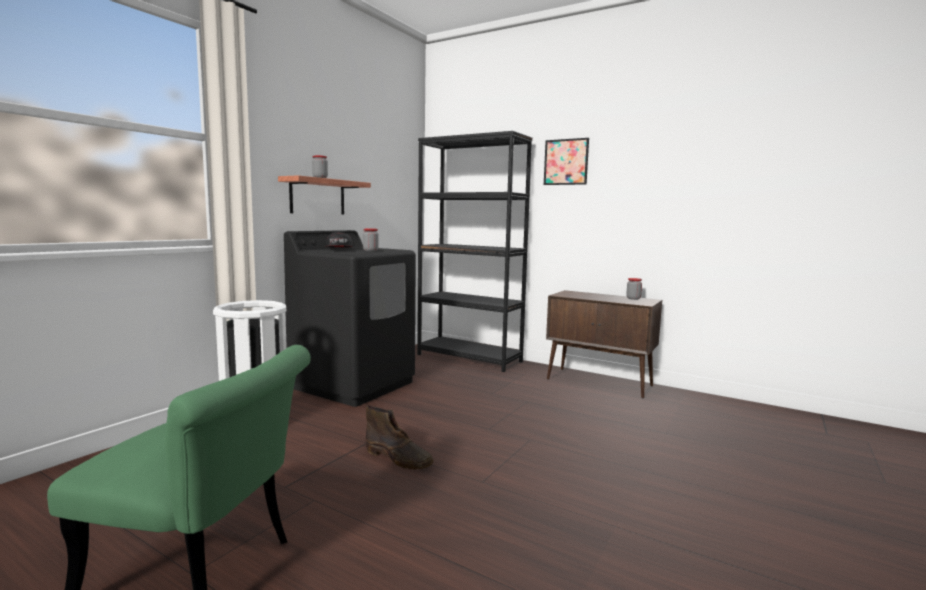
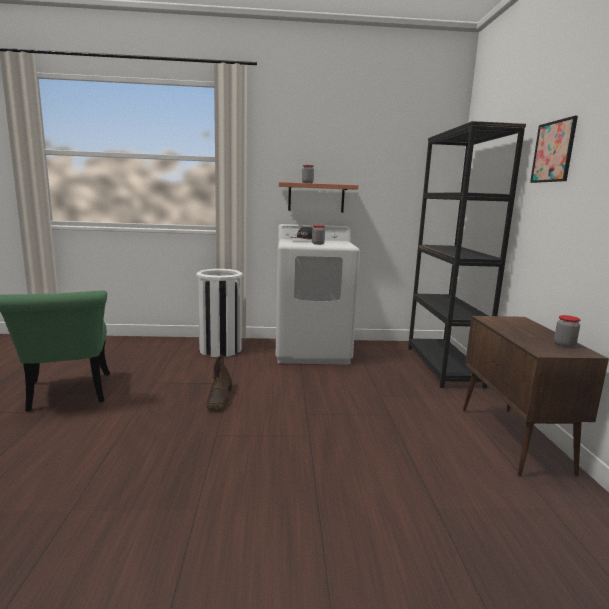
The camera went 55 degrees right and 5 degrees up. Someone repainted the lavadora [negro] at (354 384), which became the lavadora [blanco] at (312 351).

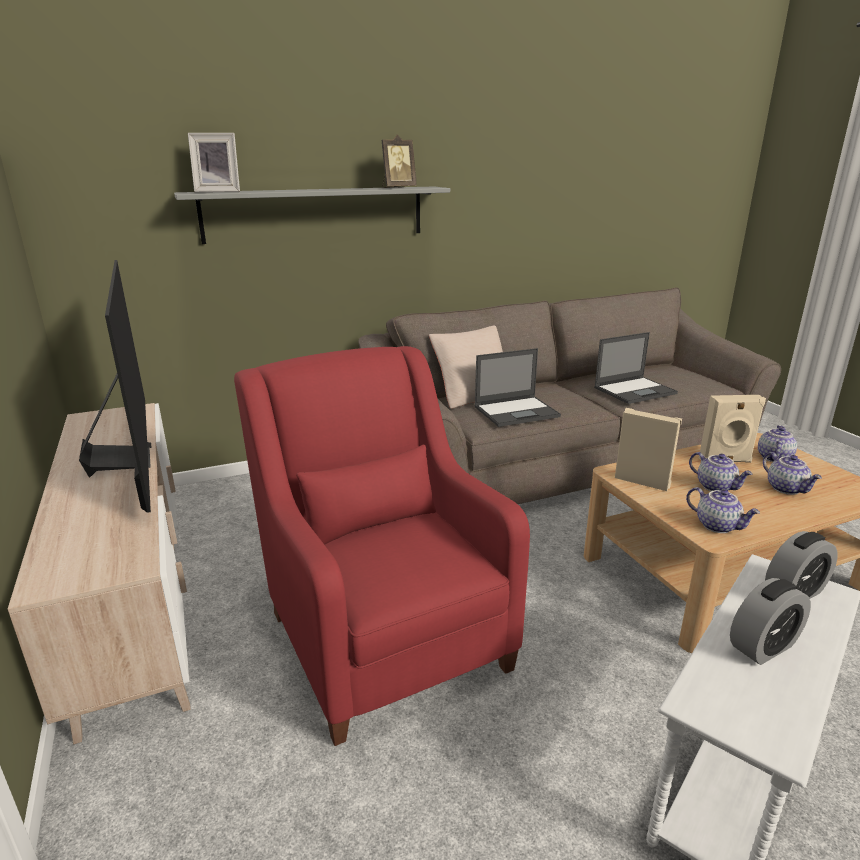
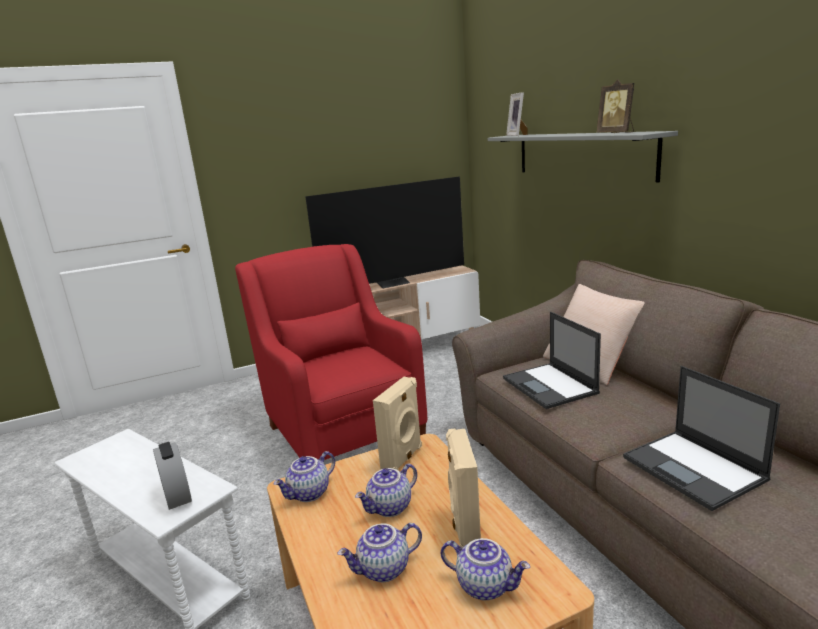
The camera went 90 degrees right and 5 degrees down. Someone took away the despertador at (763 646). Someone rotated the sillón [rojo] at (383 631) by 90 degrees counterclockwise.

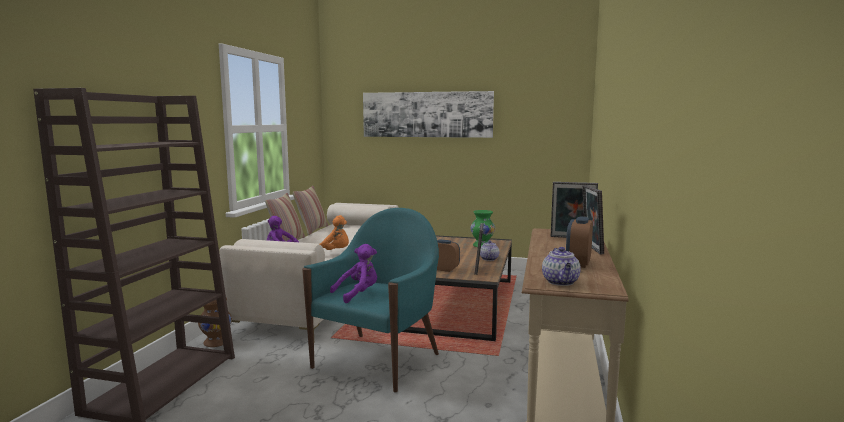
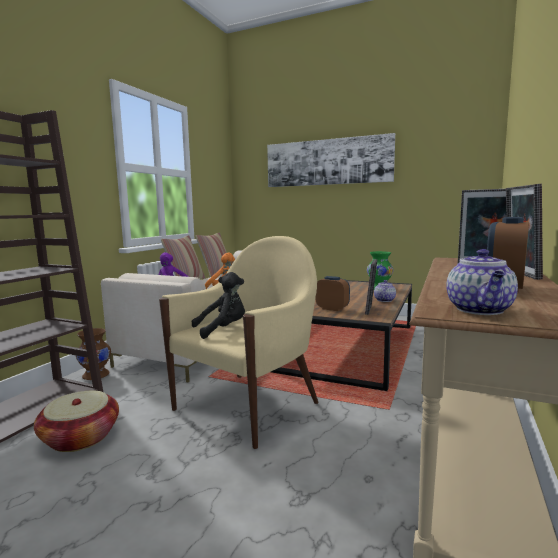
The camera went 10 degrees right and 0 degrees up. Someone put down the cesta at (80 437). Someone repainted the sillón [turquesa] at (378 360), which became the sillón [beis] at (248 405). Someone repainted the peluche [morado] at (358 294), which became the peluche [negro] at (223 329).

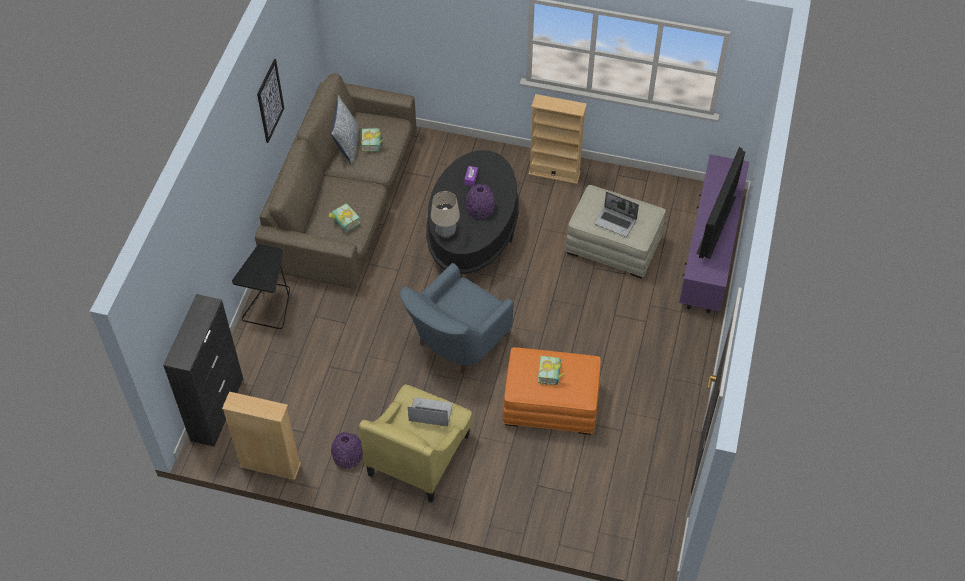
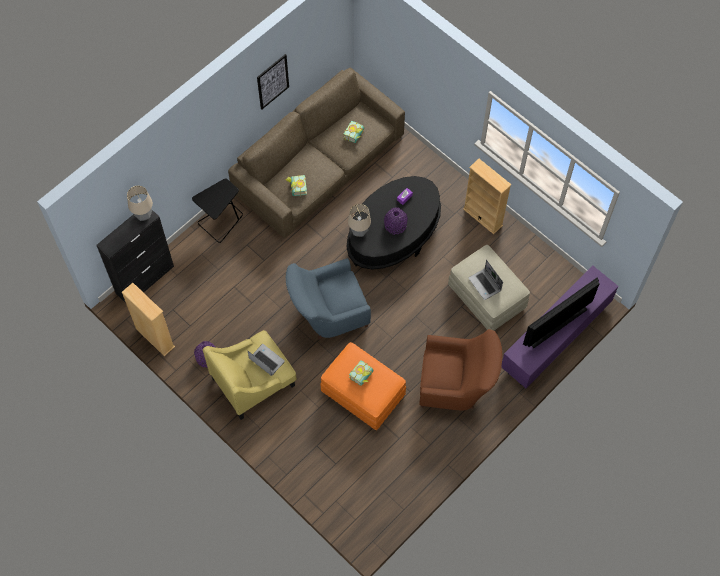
The camera went 30 degrees right and 10 degrees up. Someone took away the cojín at (347 145). Someone put down the lámpara de mesa at (144 216). Someone put down the sillón [marrón] at (456 385).

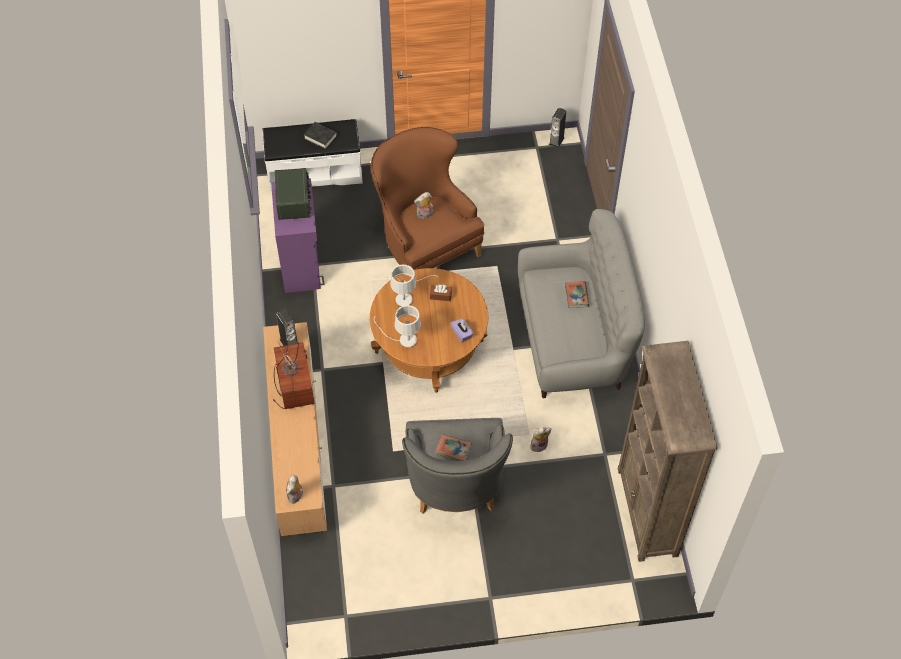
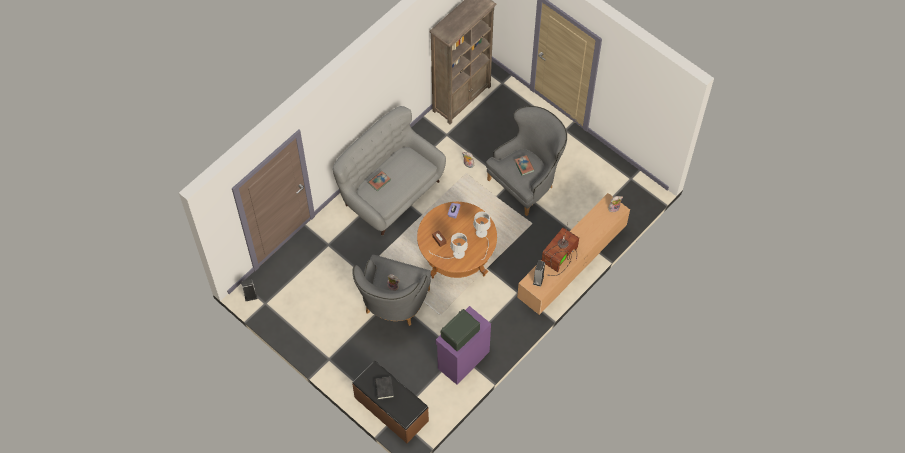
The camera went 130 degrees left and 5 degrees up. Someone repainted the banco [blanco] at (315 172), which became the banco [marrón] at (391 409). Someone repainted the sillón [marrón] at (425 246), which became the sillón [gris] at (392 306).

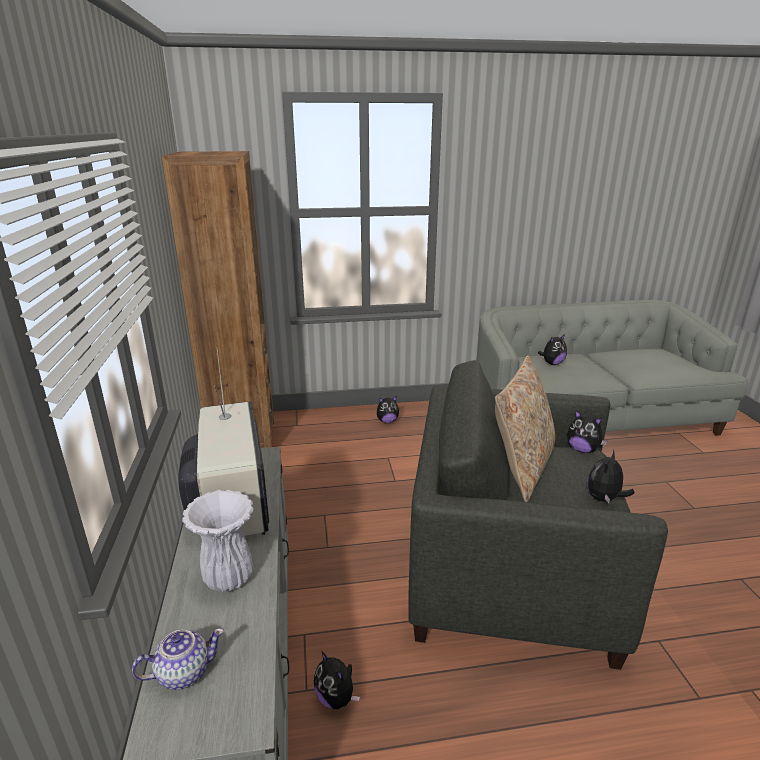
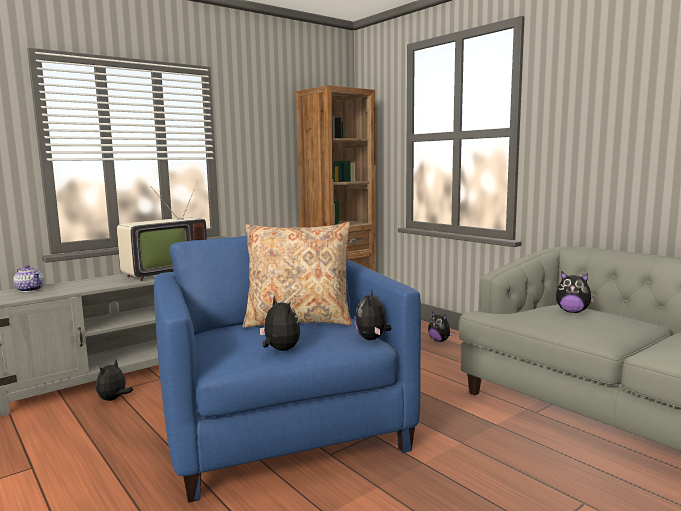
The camera went 60 degrees right and 15 degrees down. Someone took away the florero [blanco] at (227 578). Someone repainted the sillón [gris] at (510 570), which became the sillón [azul] at (283 429). Someone rotated the peluche at (604 499) by 45 degrees clockwise.

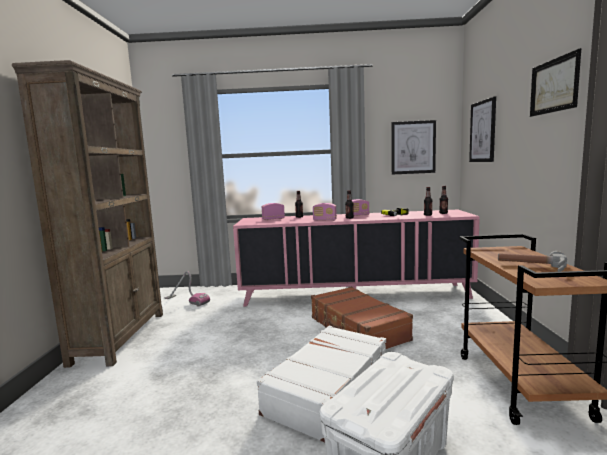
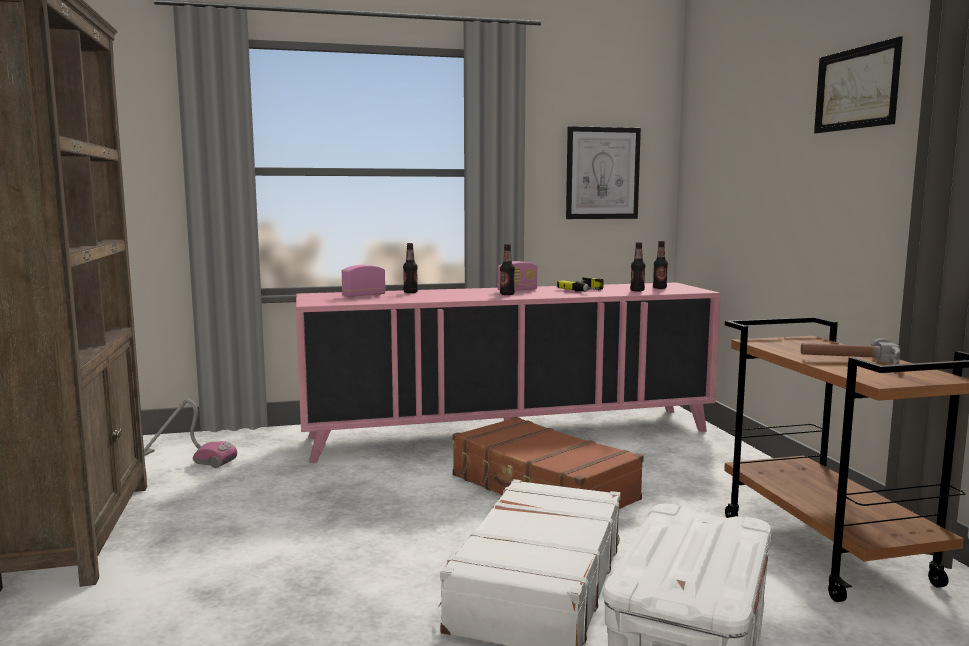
The camera went 15 degrees left and 0 degrees up. Someone took away the radio at (324 220). Someone took away the cuadro at (483 131).

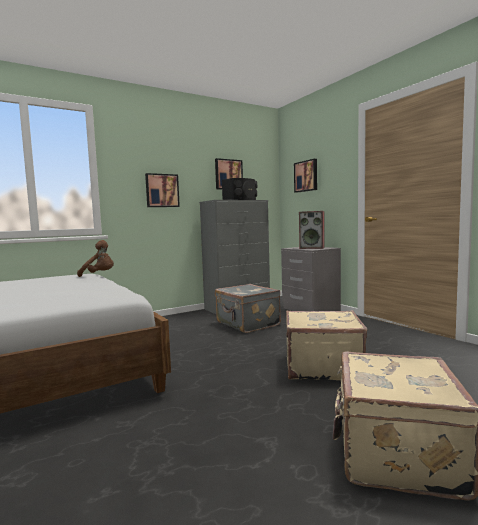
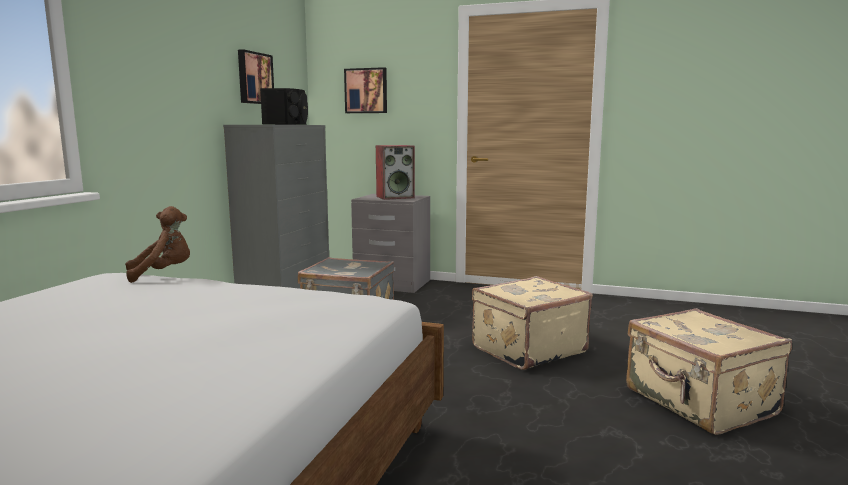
The camera went 40 degrees left and 5 degrees up. Someone took away the cuadro at (162 190).

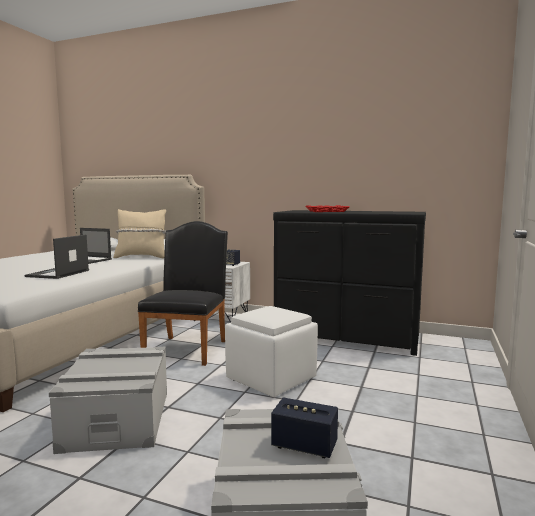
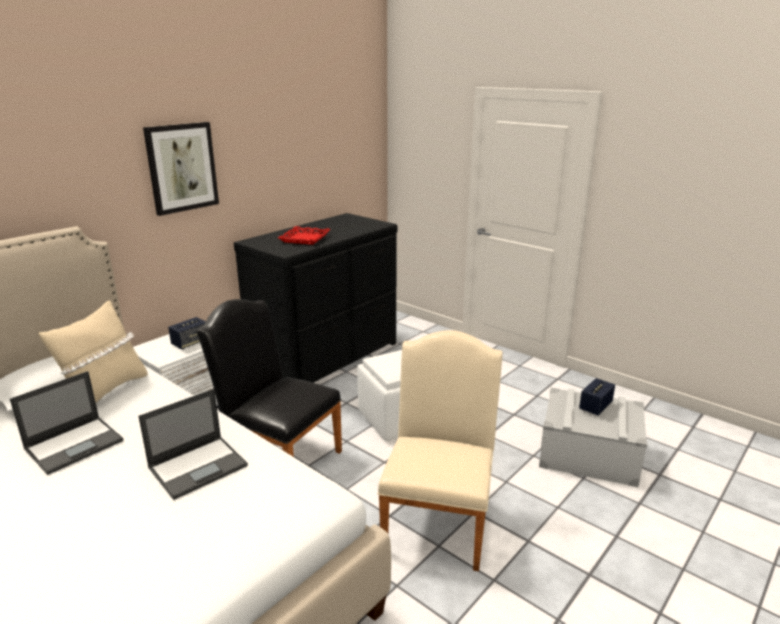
The camera went 70 degrees left and 15 degrees up. Someone put up the cuadro at (182 167). Someone swapped the caja de almacenaje [gris] at (118 419) for the silla [beis] at (439 518). Someone rotated the portátil at (58 273) by 75 degrees counterclockwise.

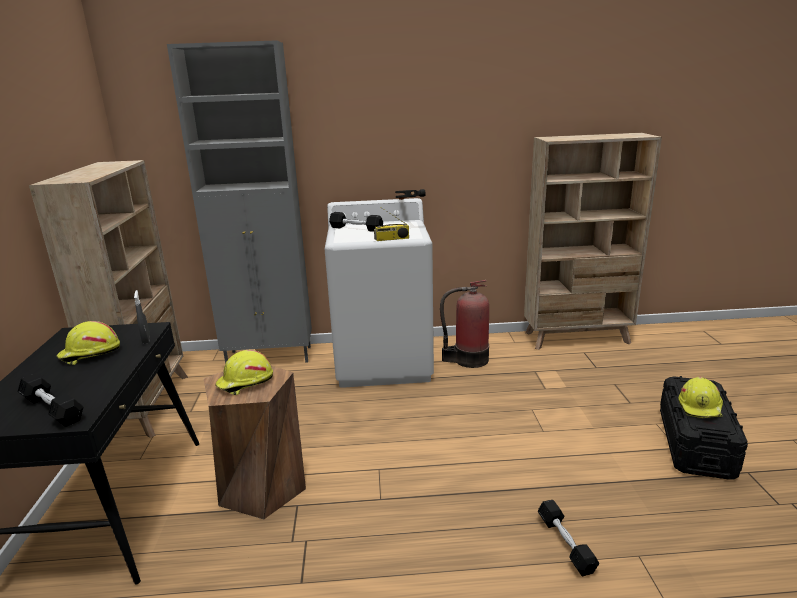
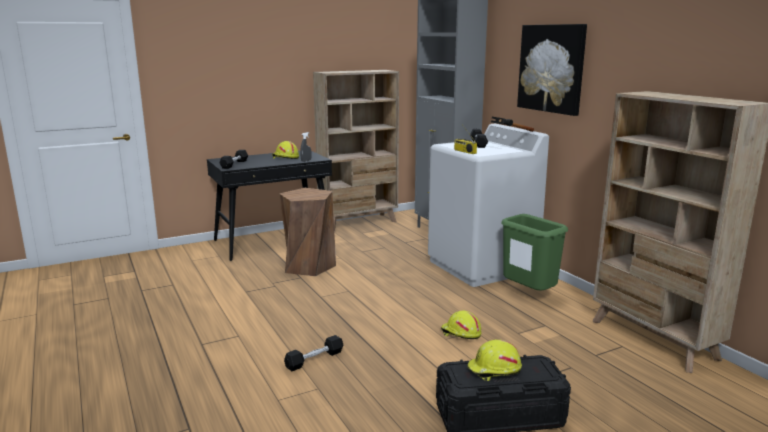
The camera went 65 degrees right and 5 degrees down. Someone put up the cuadro at (551 68). Someone carried the casco [amarillo] from (245 382) to (460 333). Someone swapped the extintor at (468 360) for the papelera [verde] at (527 295).

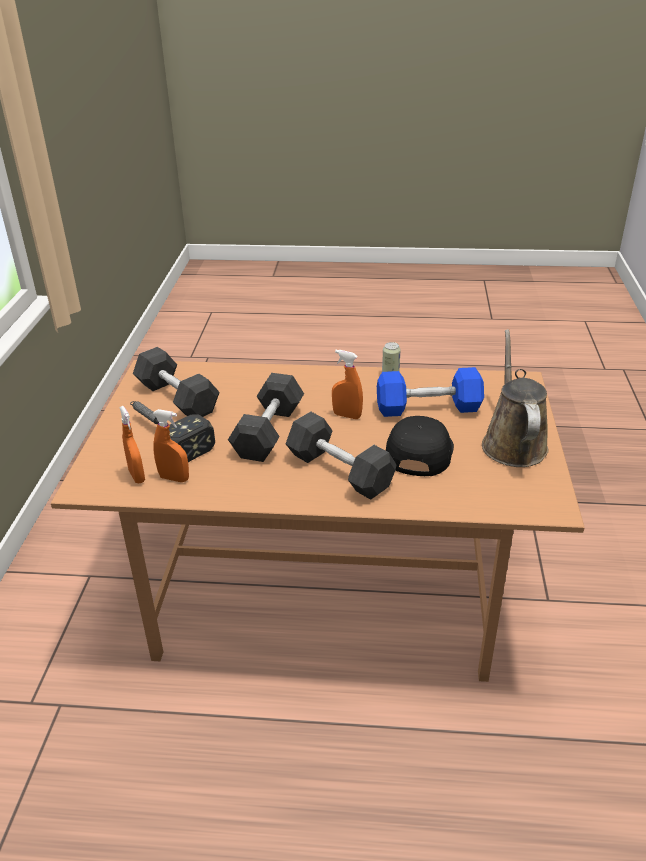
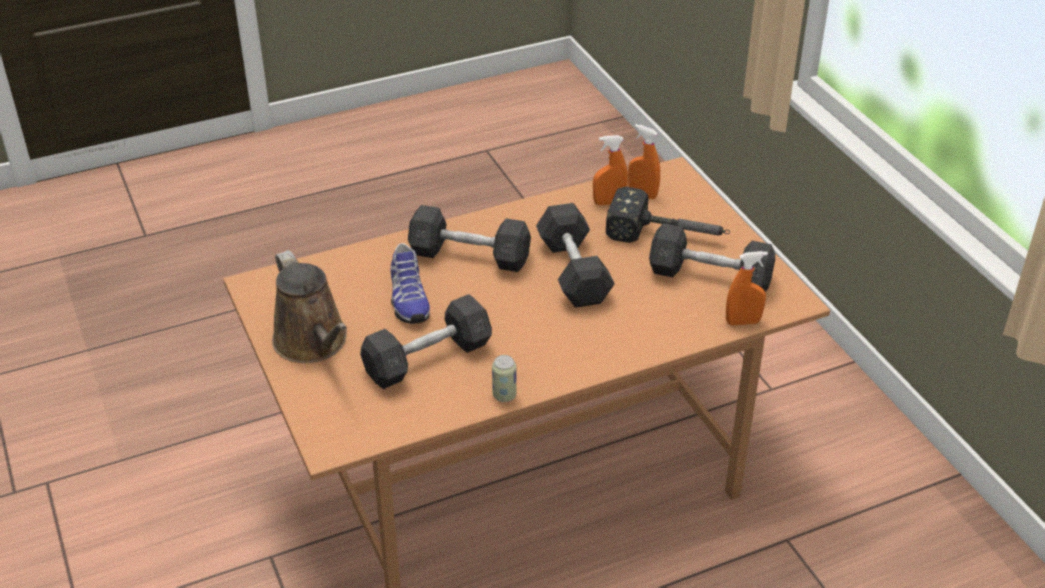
The camera went 150 degrees right and 5 degrees up. Someone carried the pulverizador [naranja] from (347 415) to (743 322). Someone swapped the gorra [negro] at (418 451) for the zapato at (407 300). Someone repainted the mancuerna [azul] at (428 408), which became the mancuerna [gris] at (427 358).

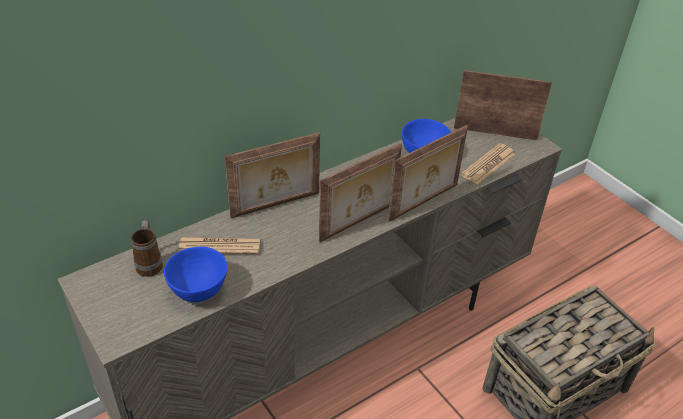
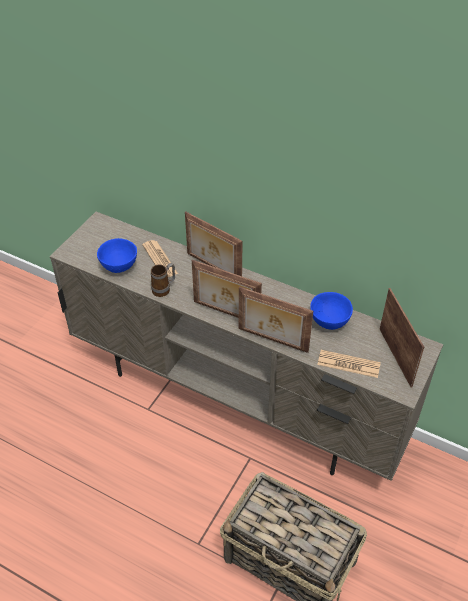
The camera went 65 degrees right and 5 degrees up. Someone carried the taza grande from (150 263) to (164 289).

